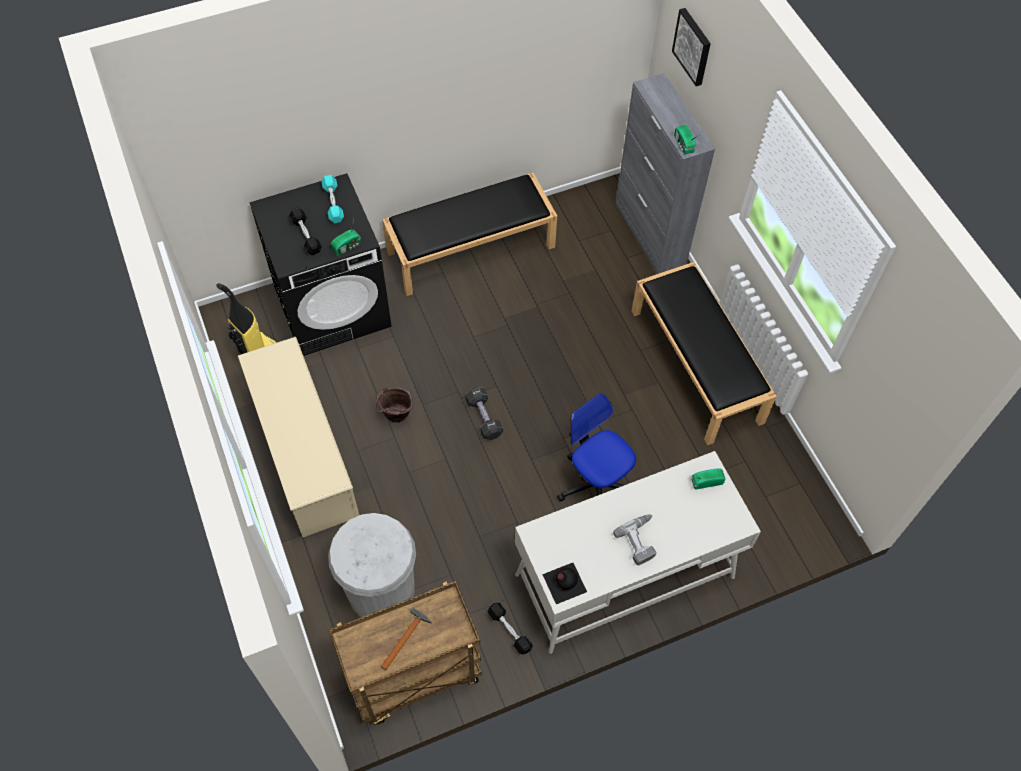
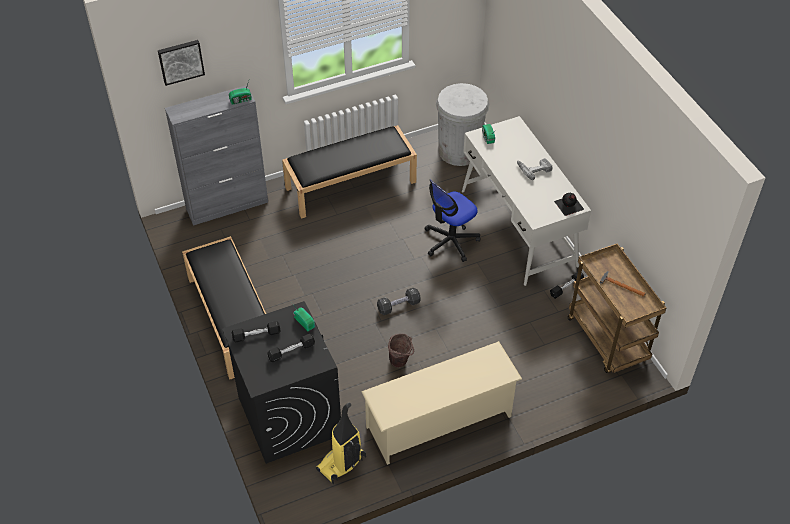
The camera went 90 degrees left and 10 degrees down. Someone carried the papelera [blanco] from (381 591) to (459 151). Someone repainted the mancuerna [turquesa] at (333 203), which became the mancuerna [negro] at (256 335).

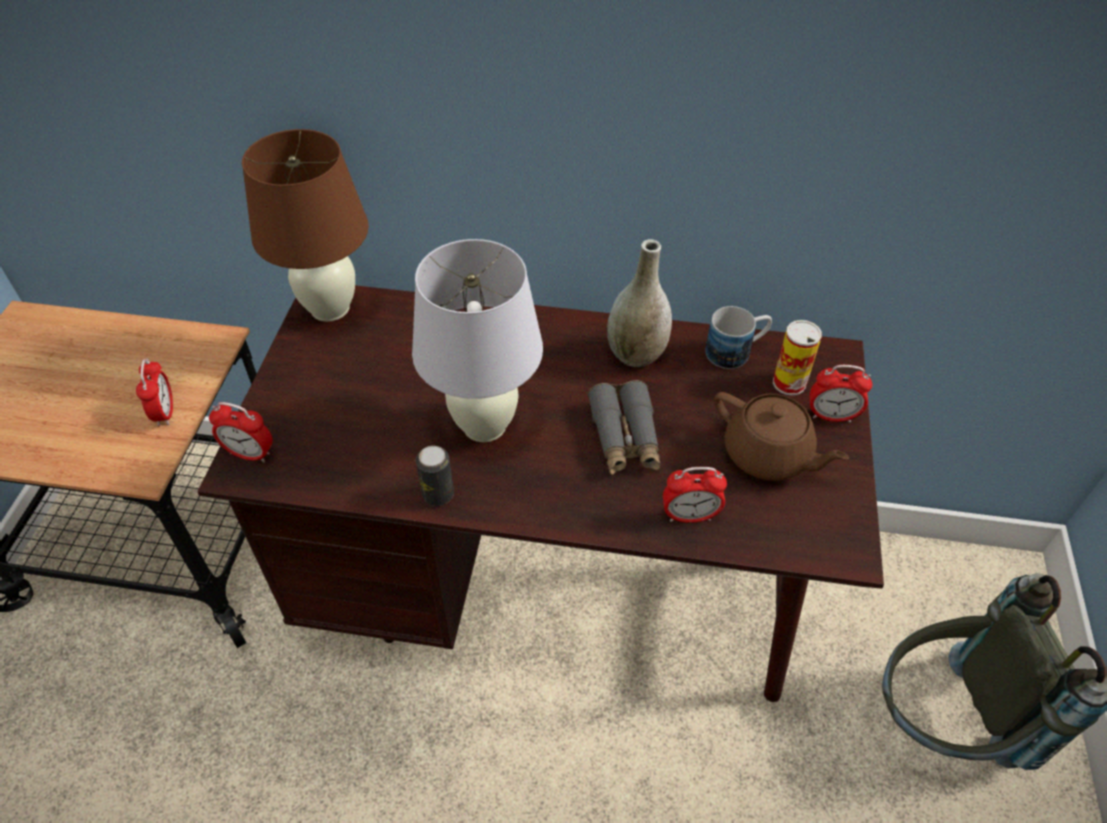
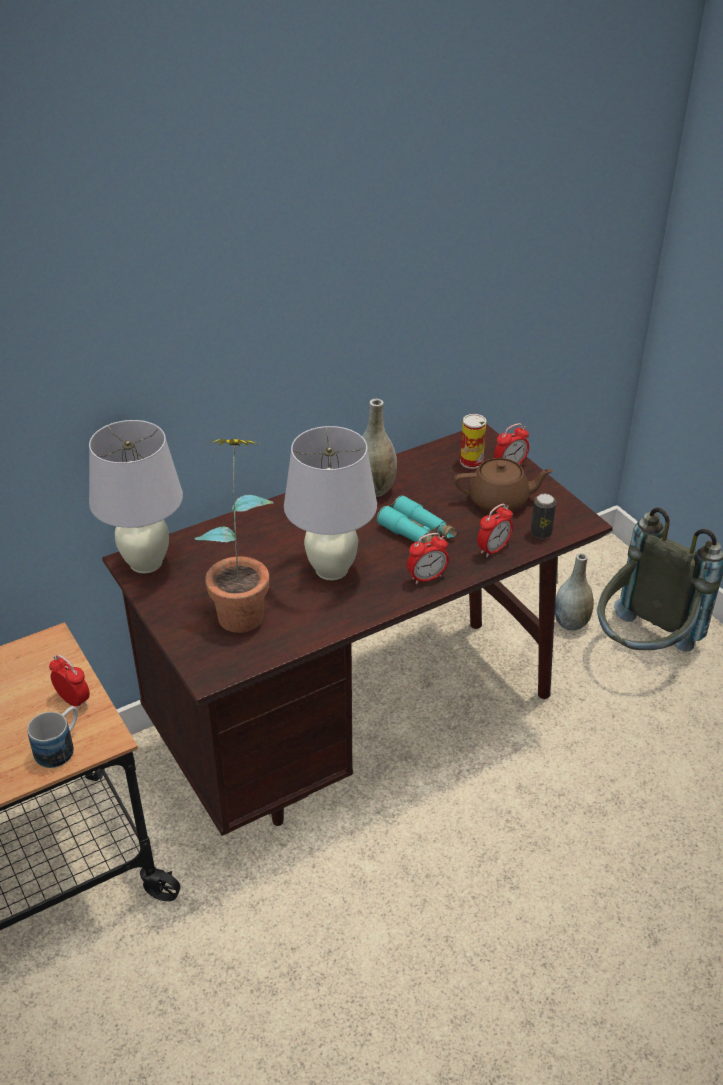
The camera went 40 degrees left and 10 degrees down. Someone put down the planta en maceta at (243 606). Someone put down the florero [gris] at (571 623). Someone carried the despertador from (250 454) to (427 578). Someone carried the lata from (438 494) to (541 532). Someone carried the taza grande from (736 351) to (60 747). Someone repainted the lámpara de mesa [marrón] at (330 308), which became the lámpara de mesa [blanco] at (146 562). Someone repainted the prismáticos [gris] at (625 437), which became the prismáticos [turquesa] at (417 533).

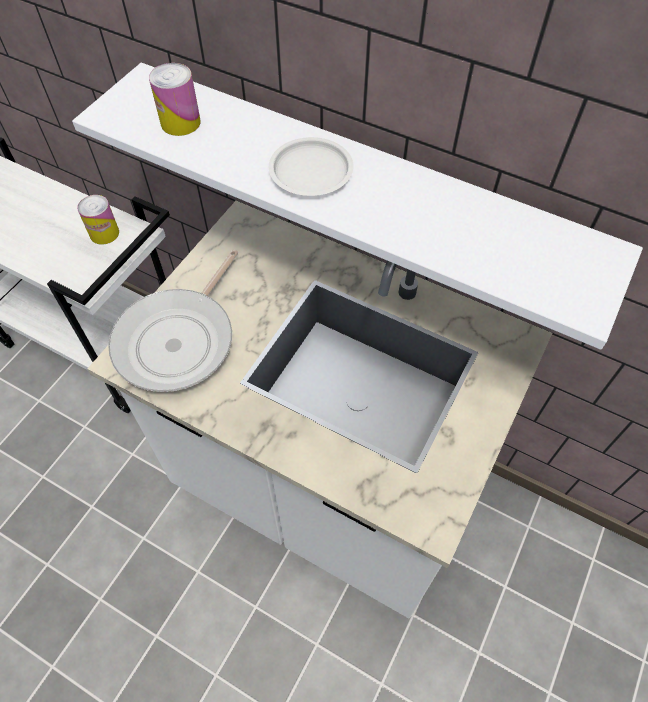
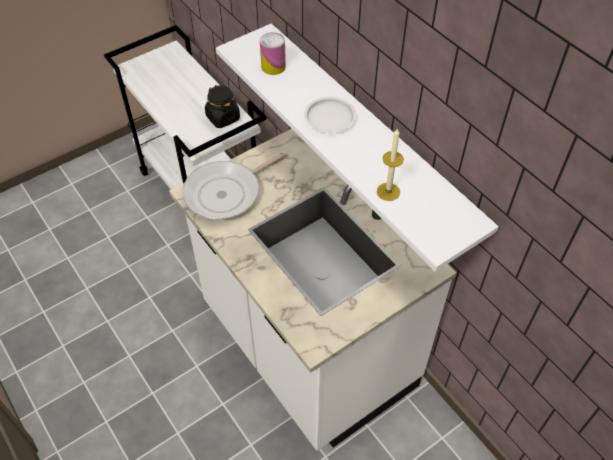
The camera went 25 degrees right and 5 degrees down. Someone put down the vela at (388 191). Someone swapped the lata at (104 233) for the tarro [negro] at (223 118).

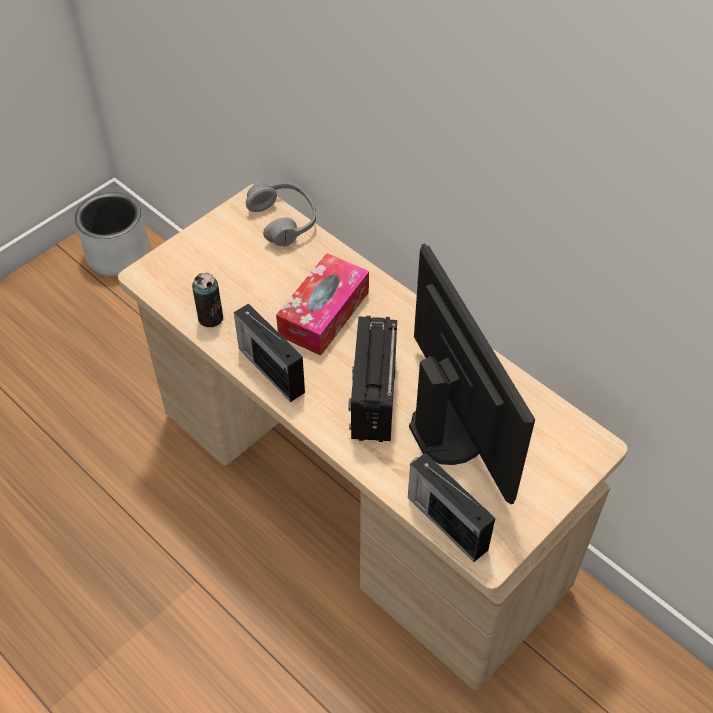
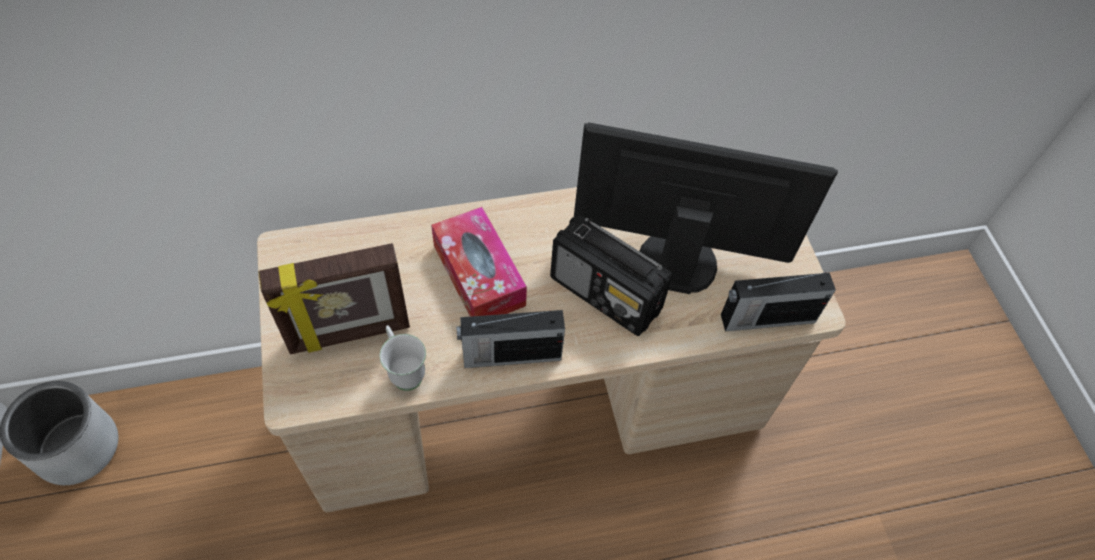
The camera went 60 degrees left and 5 degrees up. Someone took away the auriculares [gris] at (283 220). Someone put down the portarretratos at (349 334). Someone swapped the lata at (210 318) for the taza grande [blanco] at (404 371).

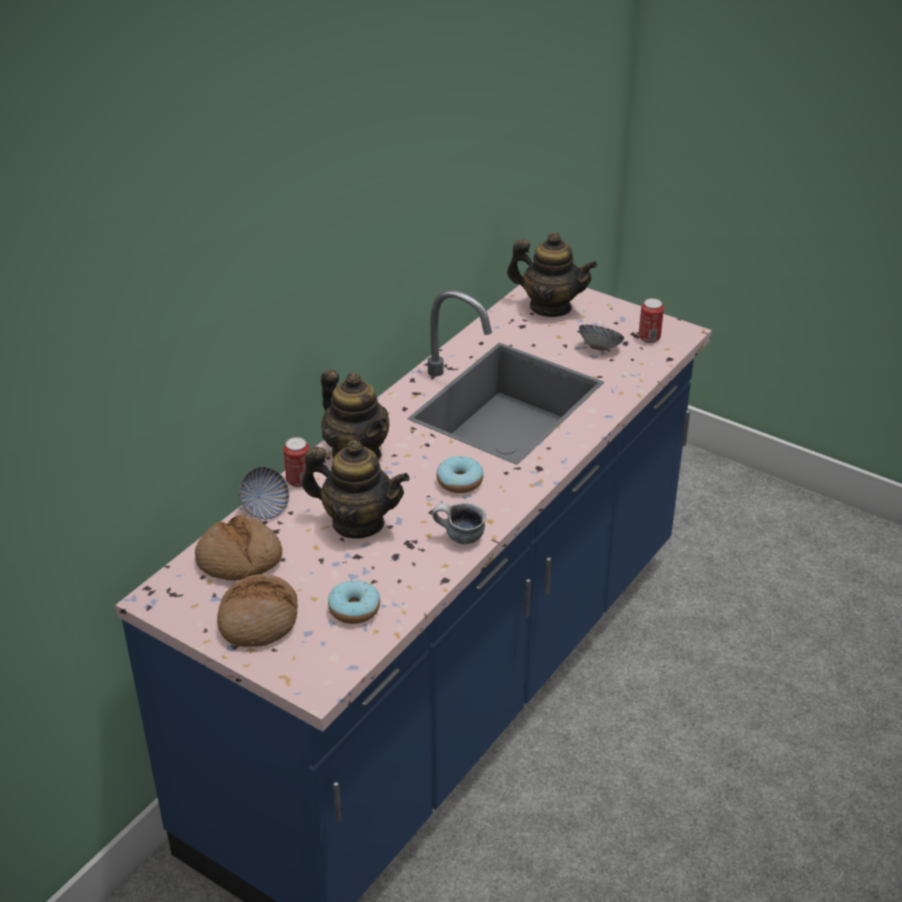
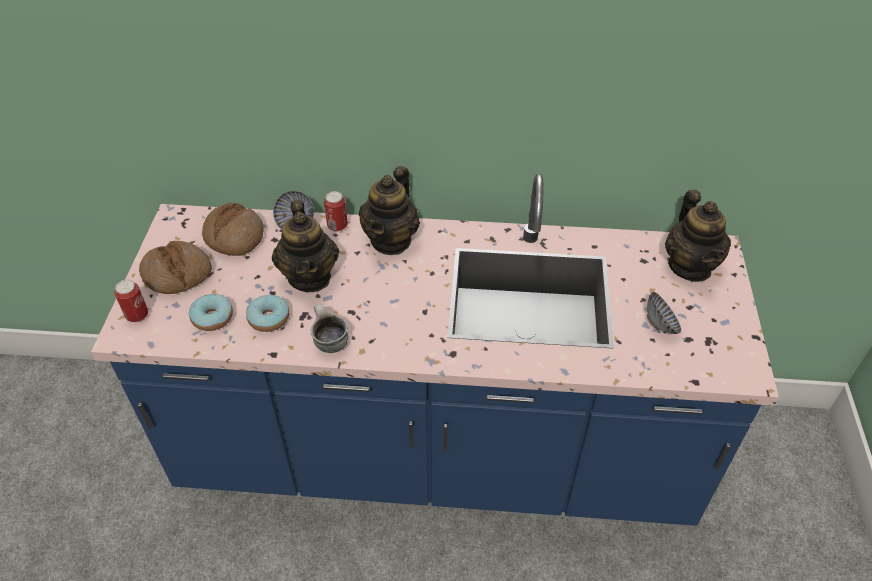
The camera went 60 degrees right and 10 degrees up. Someone carried the rosquilla from (459 482) to (269 318). Someone carried the lata from (649 338) to (137 315).

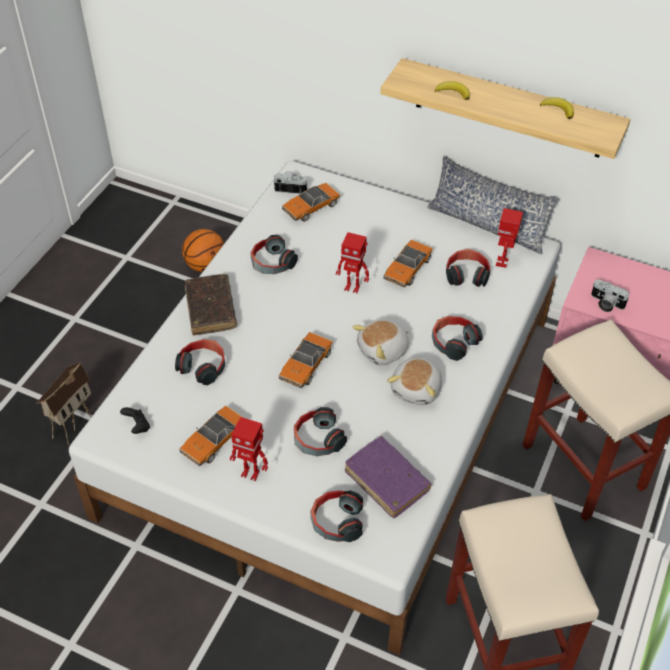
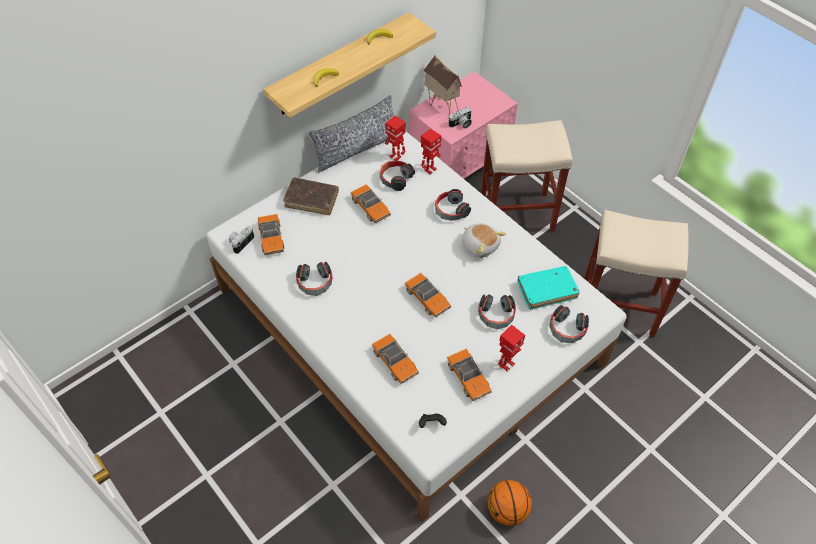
The camera went 65 degrees left and 5 degrees up. Someone took away the peluche at (383 351). Someone carried the casita from (72 423) to (441 107). Someone carried the balón de baloncesto from (205 266) to (507 510). Someone carried the libro [marrón] from (211 309) to (311 200). Someone carried the robot de juguete from (352 287) to (430 169). Someone swapped the auriculares at (203 366) for the coche de juguete at (395 362). Someone repainted the libro [morado] at (387 481), which became the libro [turquesa] at (547 290).

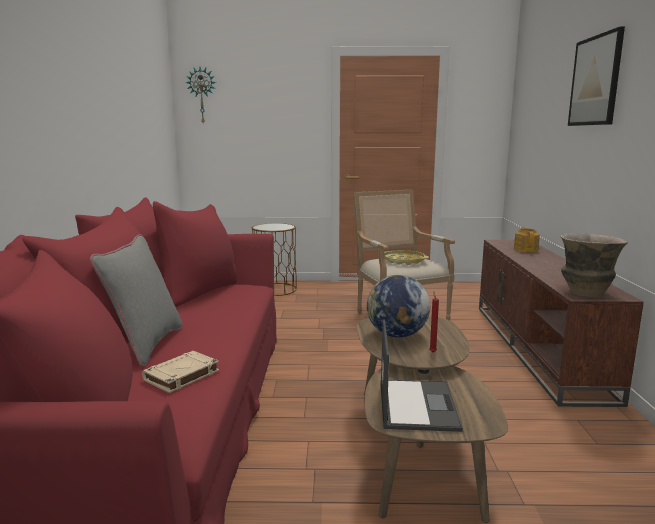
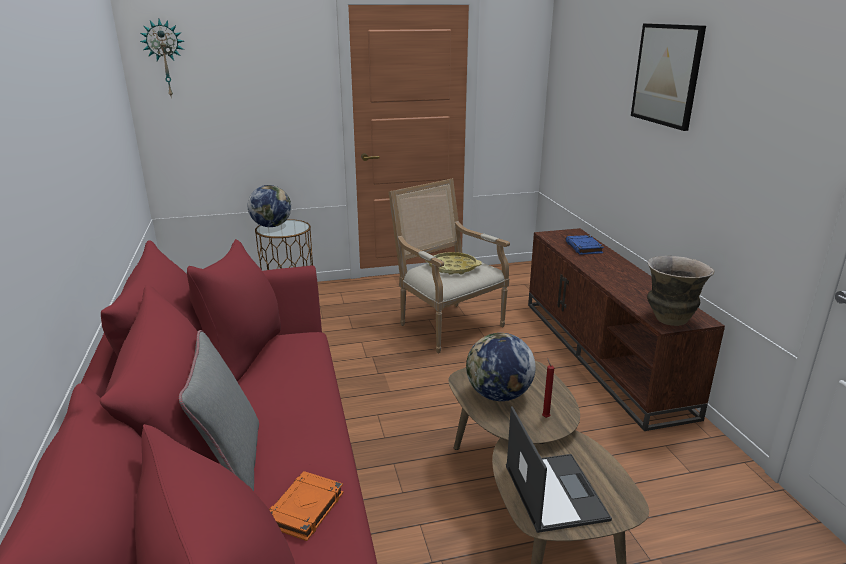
The camera went 15 degrees left and 10 degrees up. Someone put down the globo terráqueo at (271 226). Someone swapped the tetera at (526 250) for the libro [azul] at (584 248). Someone repainted the libro [beis] at (181 376), which became the libro [naranja] at (304 510).

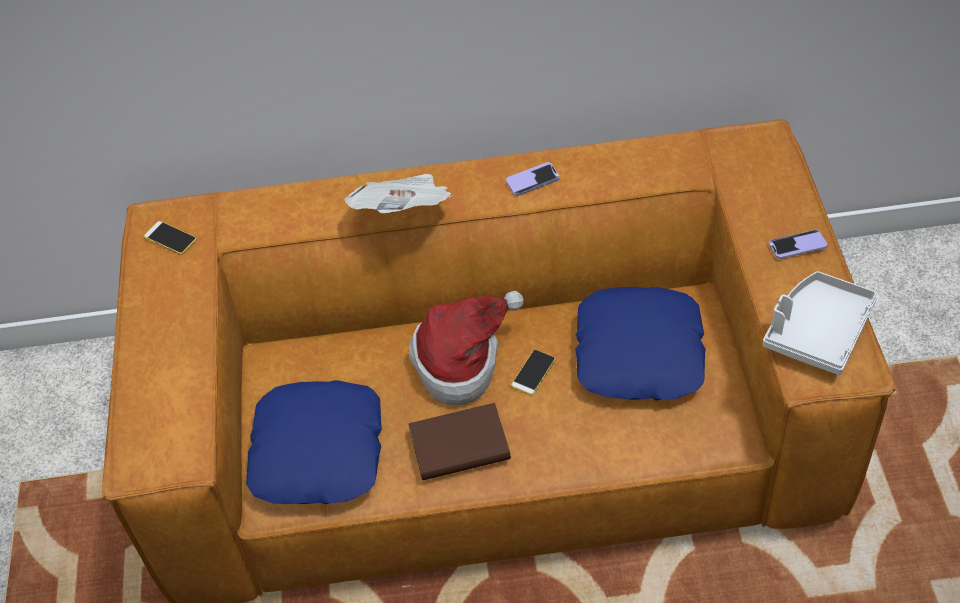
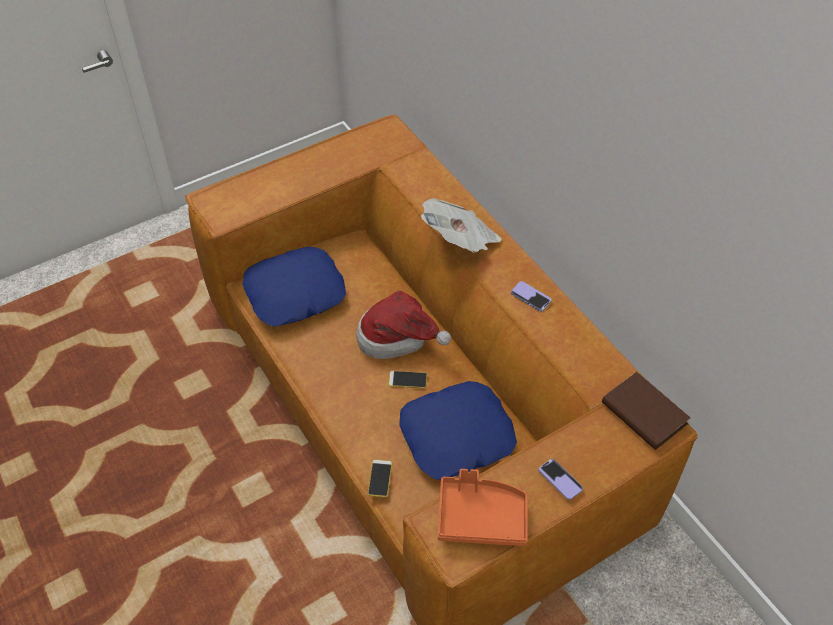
The camera went 60 degrees right and 0 degrees up. Someone carried the móvil from (170 238) to (380 478). Someone carried the libro [marrón] from (459 446) to (644 413). Someone repainted the bandeja [gris] at (817 330), which became the bandeja [naranja] at (481 517).

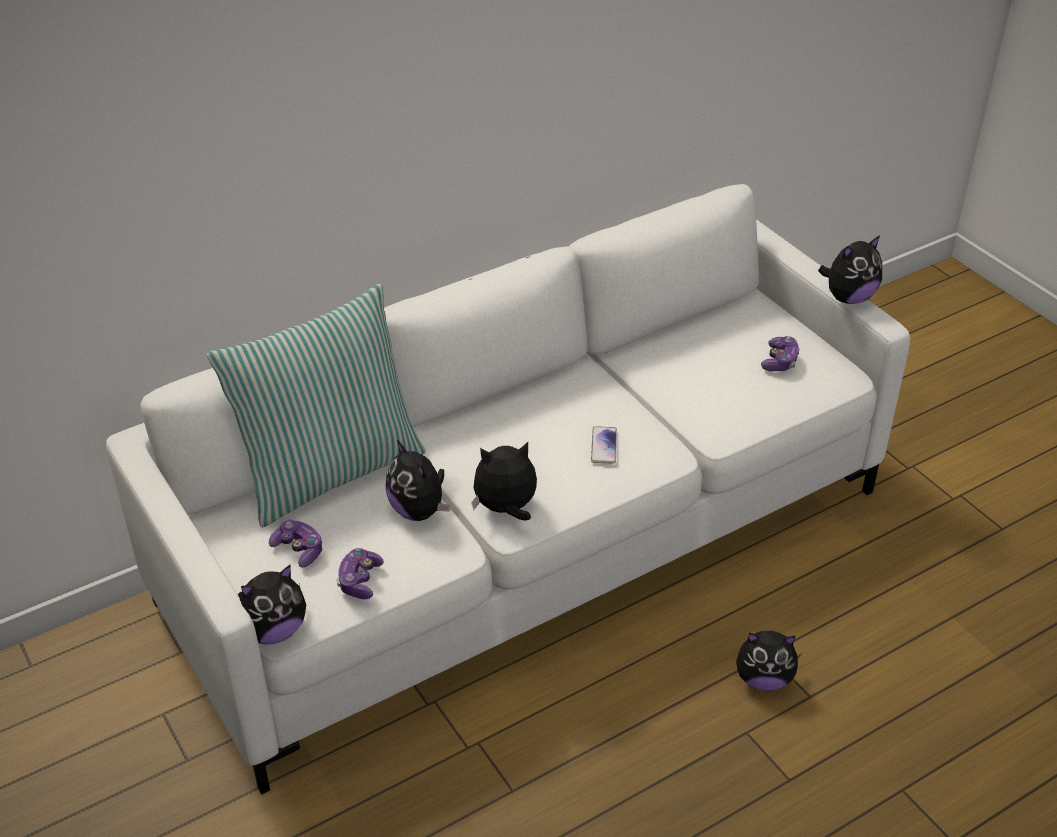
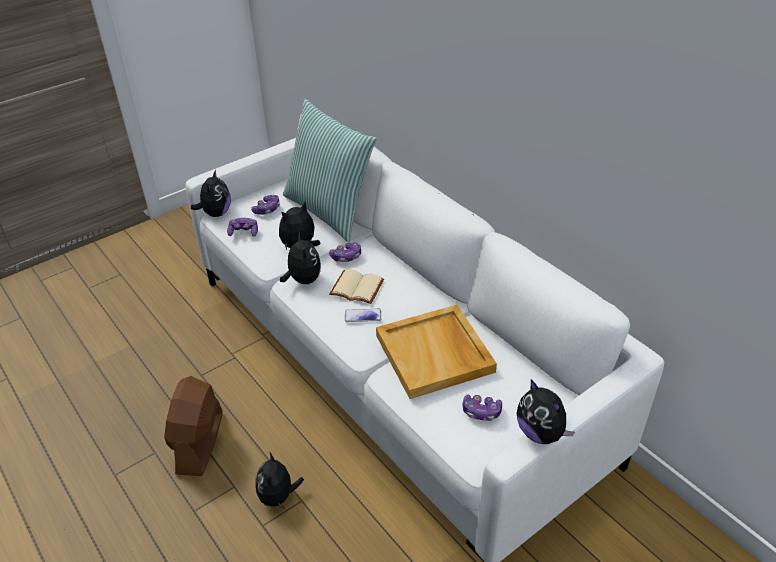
The camera went 85 degrees right and 0 degrees up. Someone put down the ventilador [marrón] at (200 443). Someone put down the mando de consola at (346 257). Someone put down the libro [beis] at (355 289). Someone put down the bandeja [beis] at (435 354). Someone rotated the peluche at (274 631) by 135 degrees counterclockwise.

